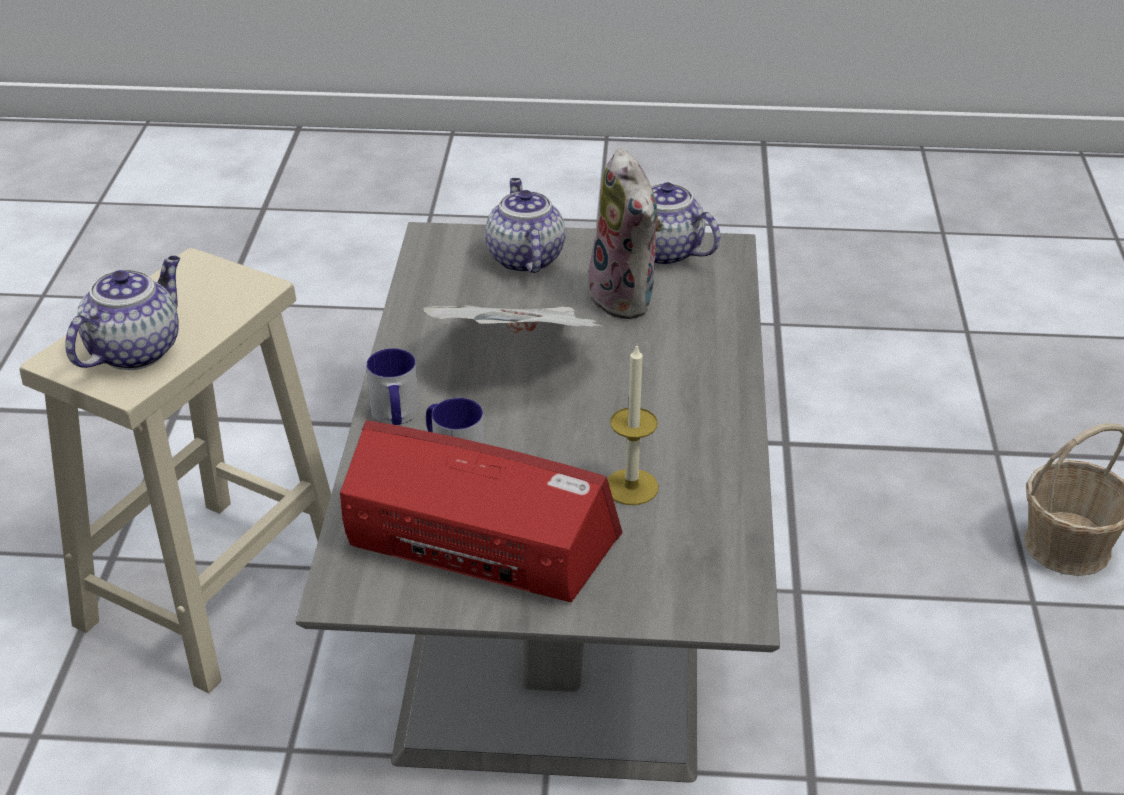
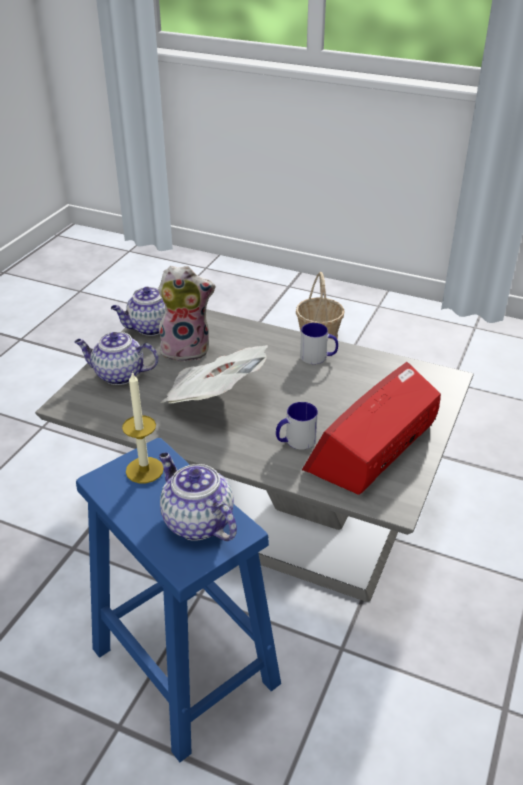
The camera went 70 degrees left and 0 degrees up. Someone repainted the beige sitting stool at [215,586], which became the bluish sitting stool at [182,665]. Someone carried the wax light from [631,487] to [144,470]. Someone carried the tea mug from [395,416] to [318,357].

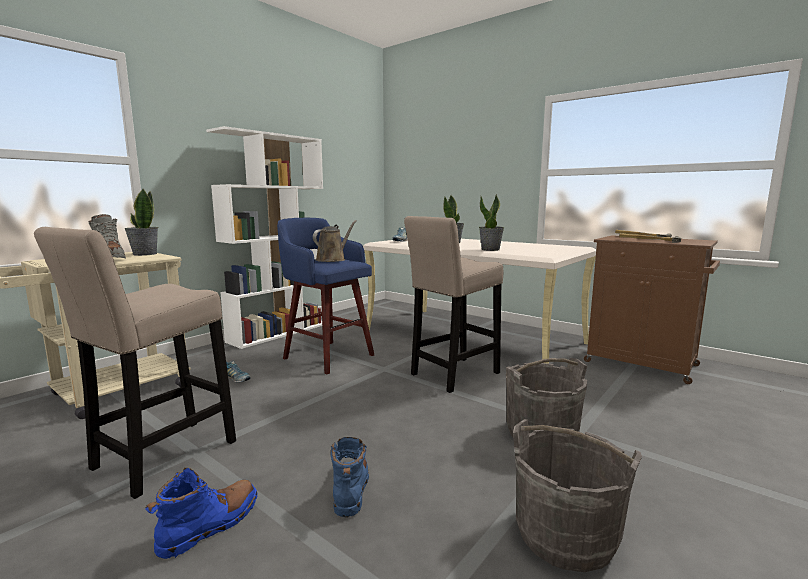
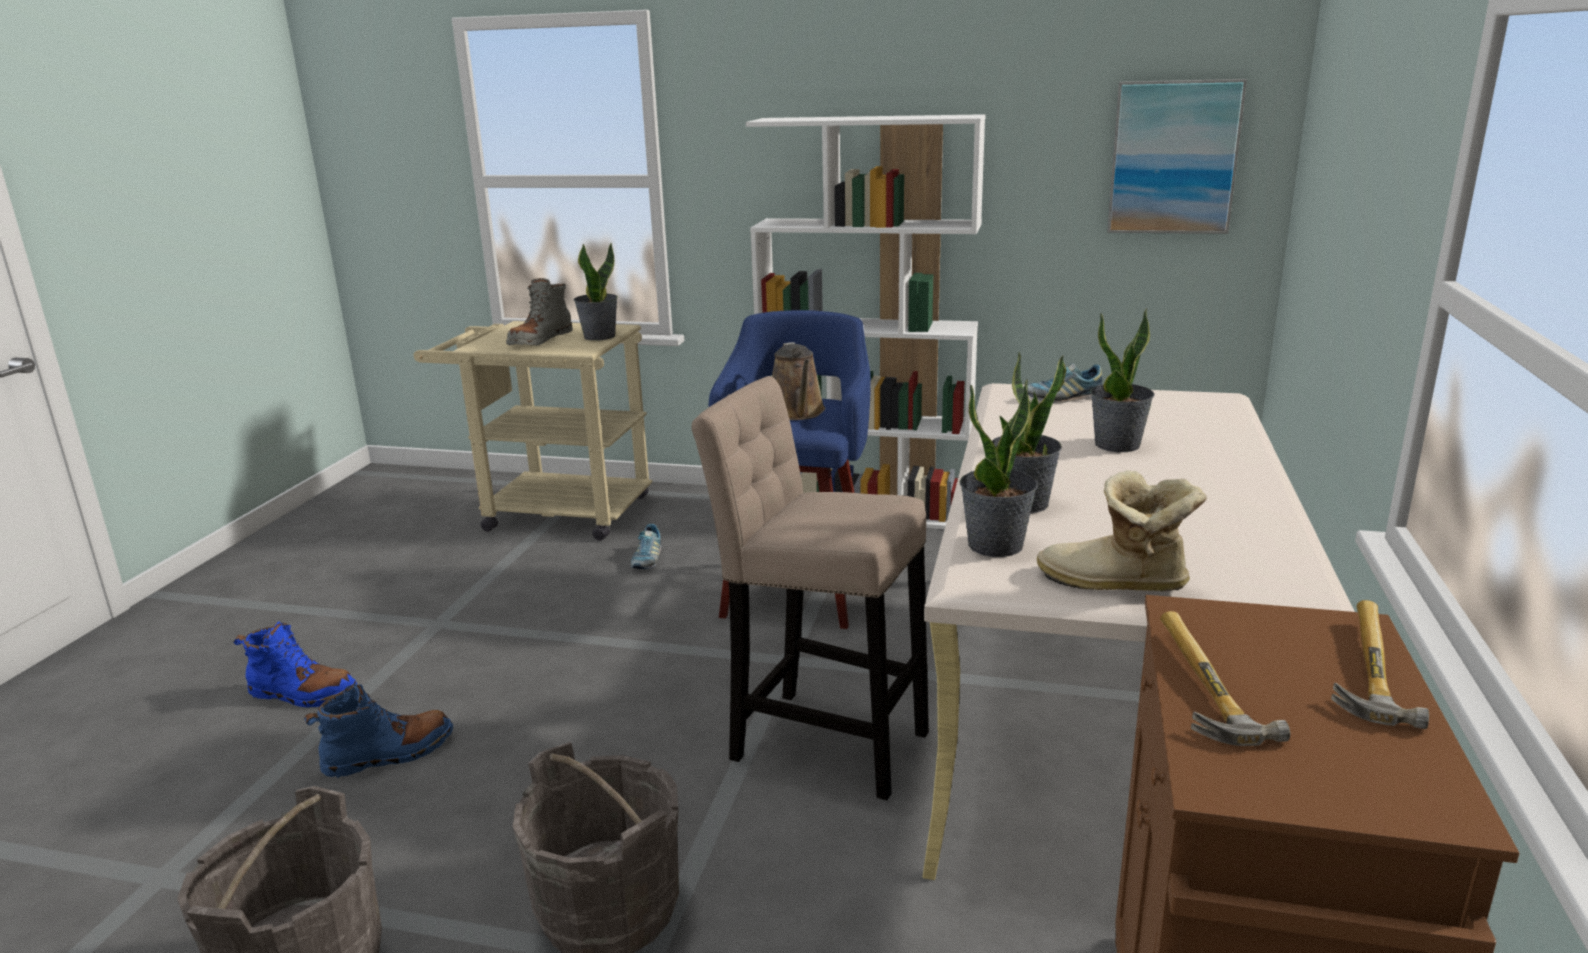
The camera went 65 degrees right and 10 degrees up. Someone rotated the brown watering can at [332,259] by 75 degrees clockwise. Someone took away the beige sitting stool at [159,458]. Someone put up the picture at [1173,157]. Someone put down the houseplant at [996,545]. Someone put down the boot at [1115,585].

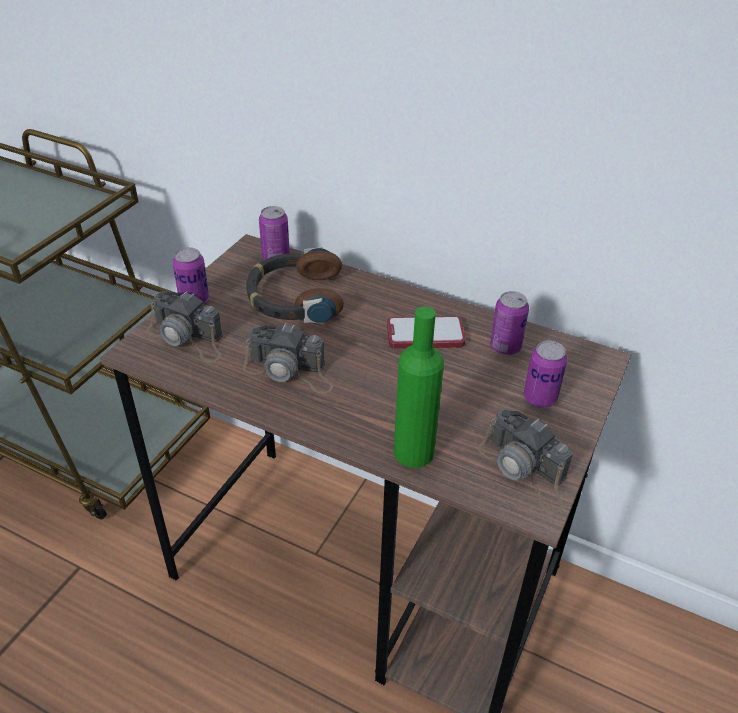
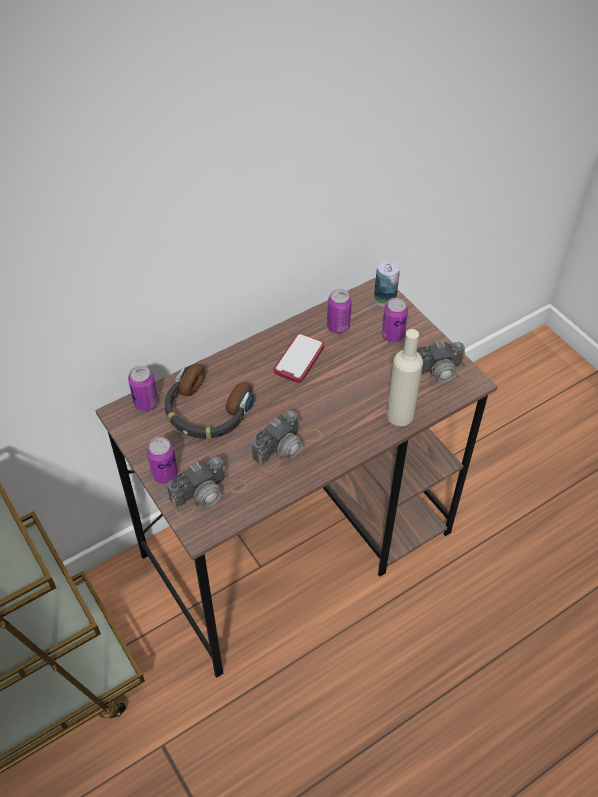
The camera went 60 degrees left and 10 degrees up. Someone repainted the green drink bottle at [413,452], which became the beige drink bottle at [400,415]. Someone put down the metal can at [385,299].

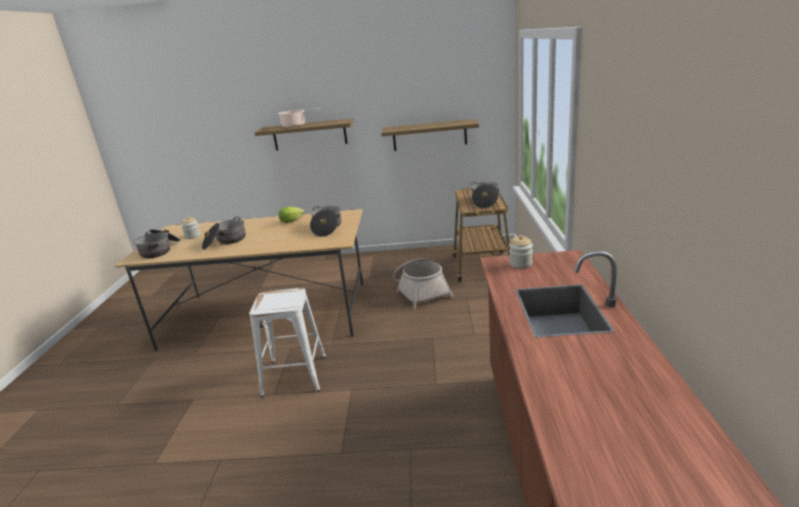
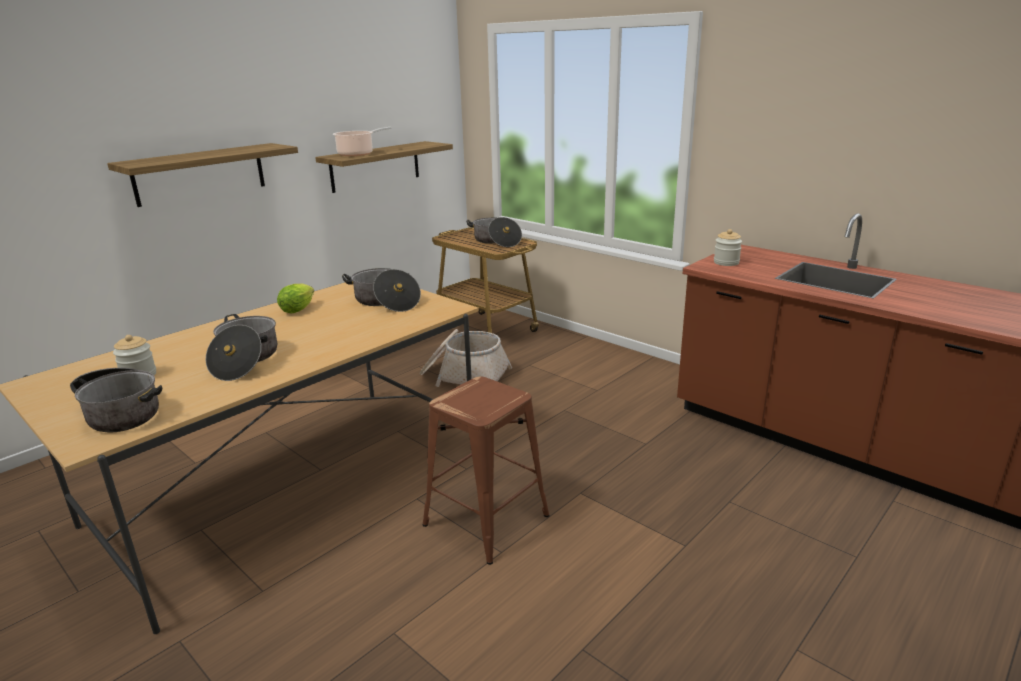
The camera went 50 degrees left and 0 degrees up. Someone carried the saucepot from [295,125] to [358,154]. Someone repainted the white sitting stool at [294,376], which became the brown sitting stool at [487,520].

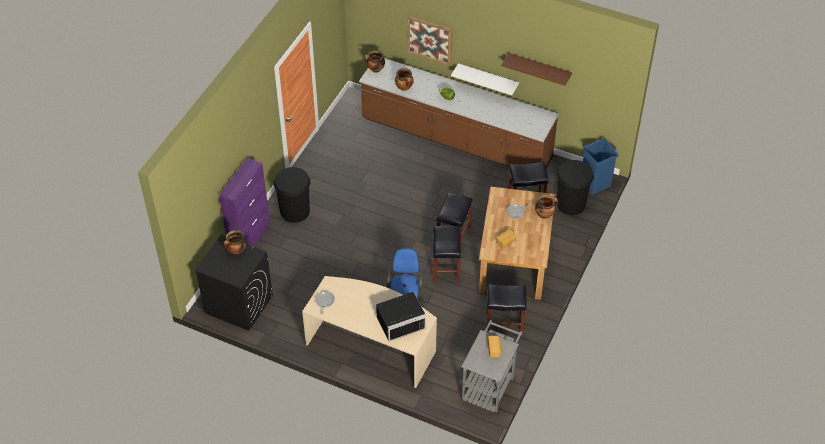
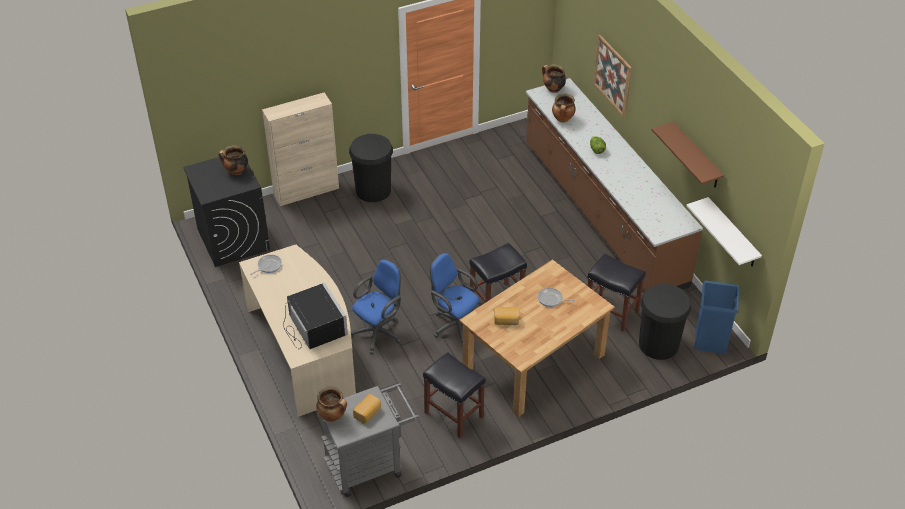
The camera went 40 degrees right and 5 degrees down. Someone carried the white shelf from [488,78] to [732,233]. Someone repainted the purplish cupboard at [250,239], which became the beige cupboard at [306,191]. Someone carried the saucepot from [545,214] to [333,416]. Someone swapped the black-coloured sitting stool at [445,268] for the bluish office chair at [455,325]. Someone rotated the black-coloured microwave at [400,321] by 135 degrees counterclockwise.

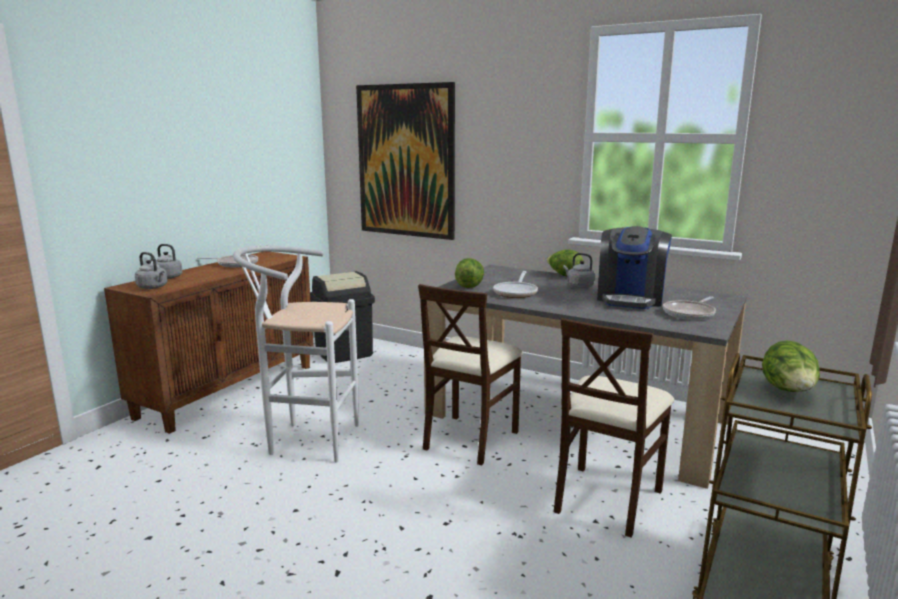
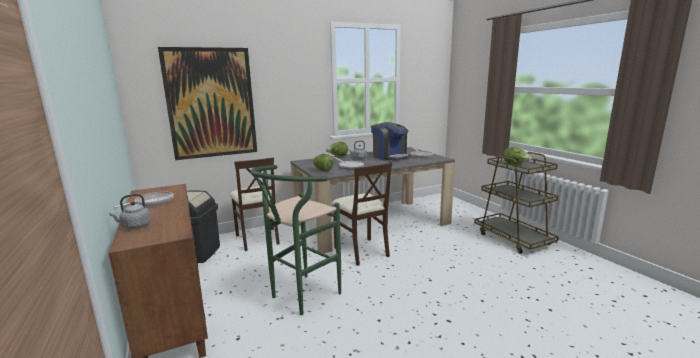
The camera went 55 degrees left and 0 degrees up. Someone repainted the white sitting stool at [305,440], which became the green sitting stool at [300,297]. Someone took away the greyish kettle at [153,287]. Someone carried the beige plain chair from [606,499] to [258,239].

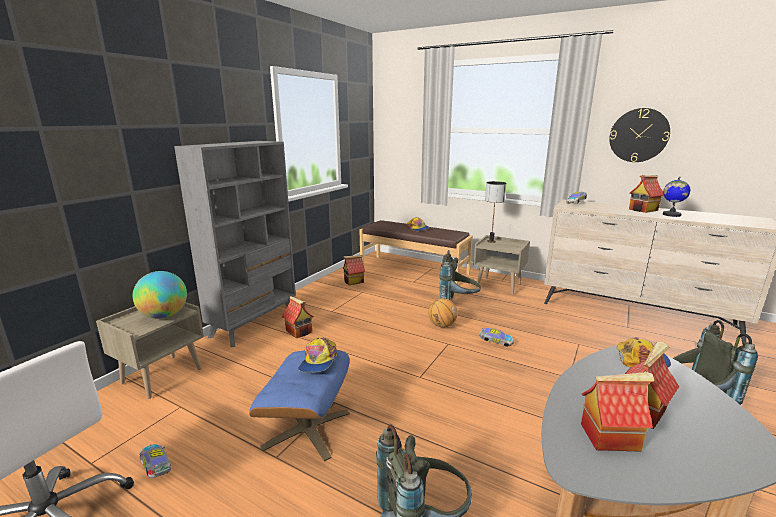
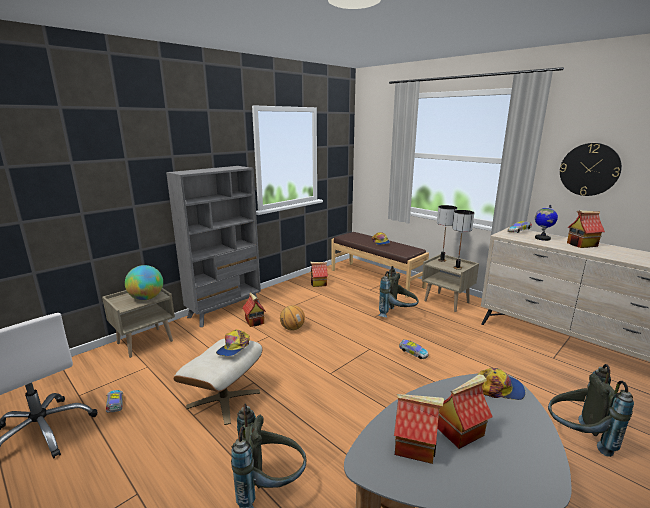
The camera went 15 degrees right and 0 degrees up. Someone carried the world globe from [671,215] to [542,238]. Someone carried the basketball ball from [442,325] to [292,328]. Someone repainted the bluish ottoman at [307,430], which became the beige ottoman at [224,399]. Someone put down the tabletop lamp at [457,268].

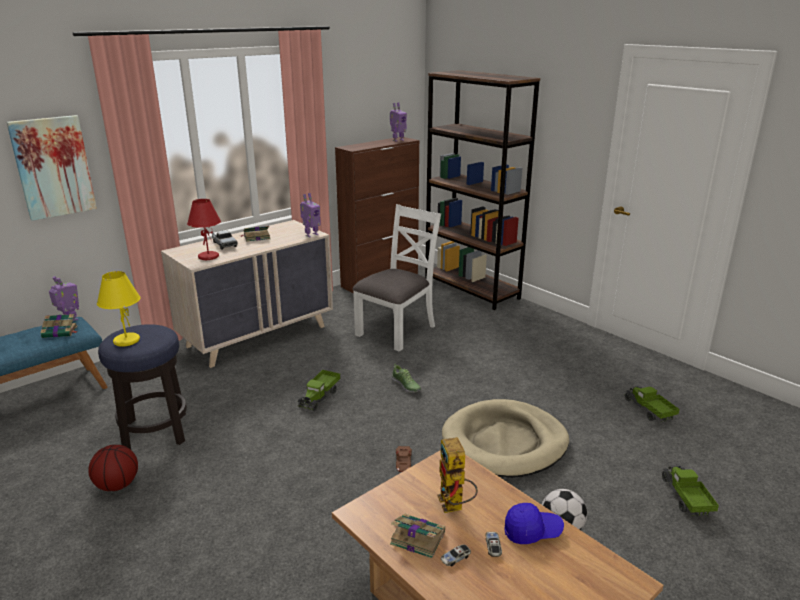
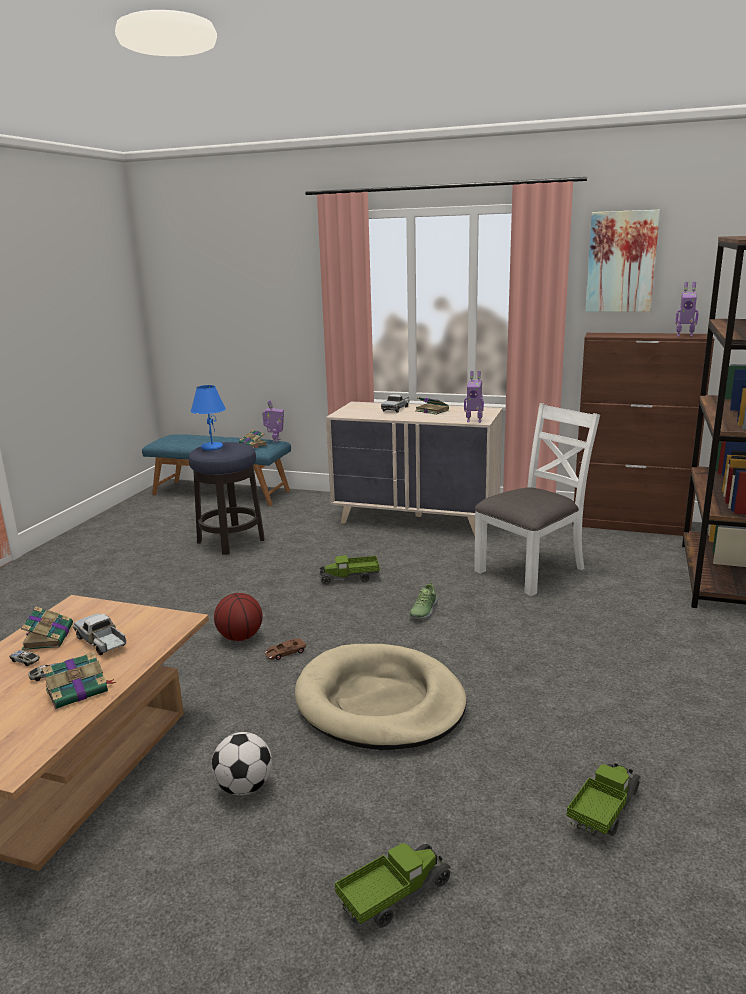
The camera went 60 degrees right and 5 degrees down. Someone carried the picture from [53,167] to [621,262]. Someone took away the red tabletop lamp at [208,257]. Someone rotated the white plain chair at [397,330] by 45 degrees counterclockwise. Someone repainted the yellow-coloured tabletop lamp at [126,341], which became the bluish tabletop lamp at [212,447]. Someone swapped the robot figure at [454,506] for the toy lorry at [102,642]. Someone carried the basketball ball from [117,485] to [240,637]. Someone swapped the bluish peaked cap at [532,531] for the book at [79,690].

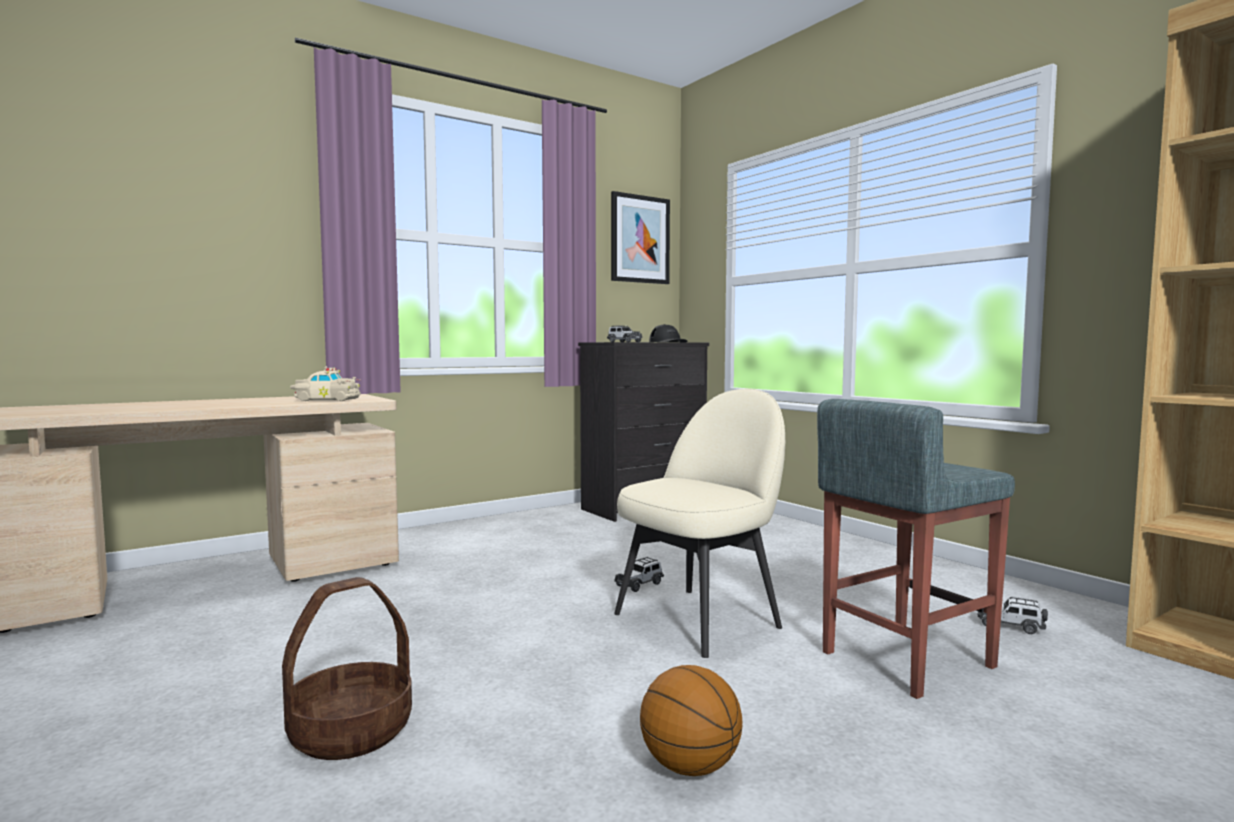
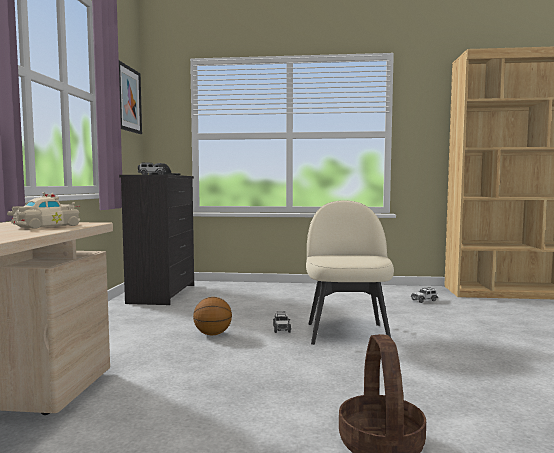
The camera went 50 degrees left and 0 degrees up. Someone took away the greyish sitting stool at [905,660]. Someone carried the basketball ball from [690,767] to [213,334].

